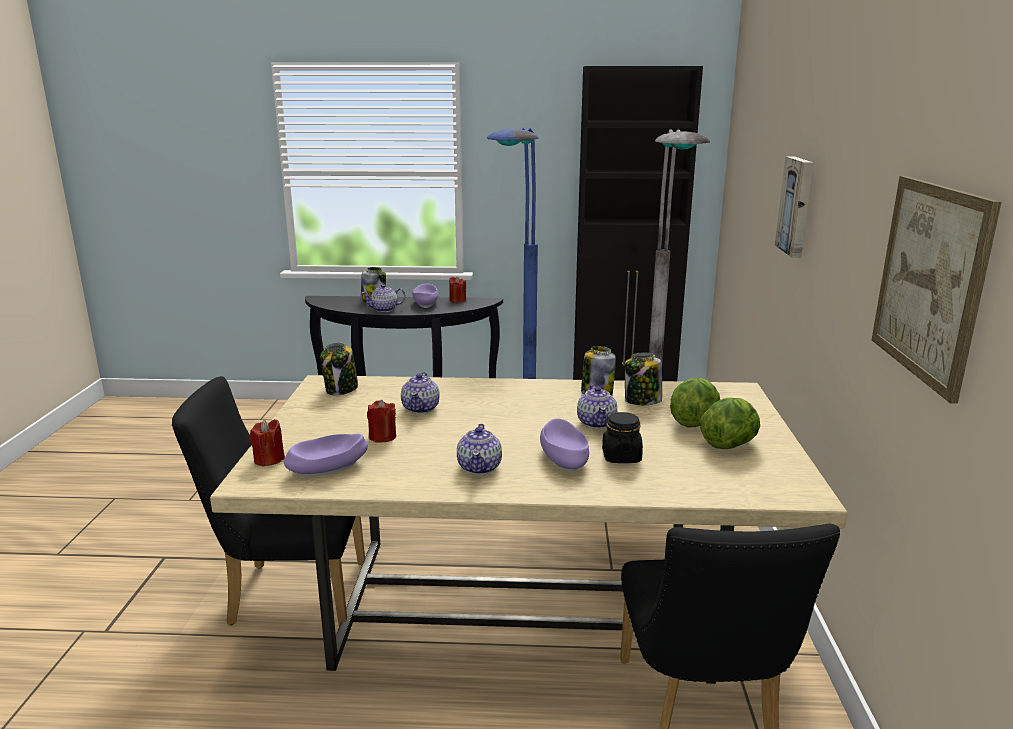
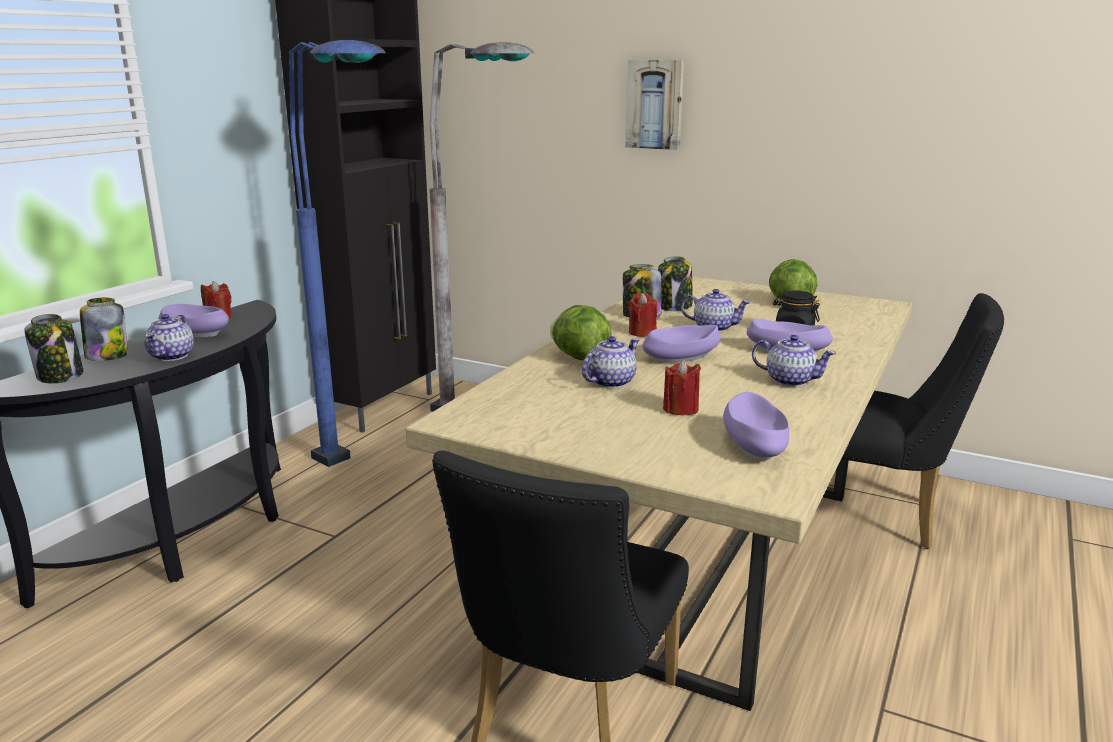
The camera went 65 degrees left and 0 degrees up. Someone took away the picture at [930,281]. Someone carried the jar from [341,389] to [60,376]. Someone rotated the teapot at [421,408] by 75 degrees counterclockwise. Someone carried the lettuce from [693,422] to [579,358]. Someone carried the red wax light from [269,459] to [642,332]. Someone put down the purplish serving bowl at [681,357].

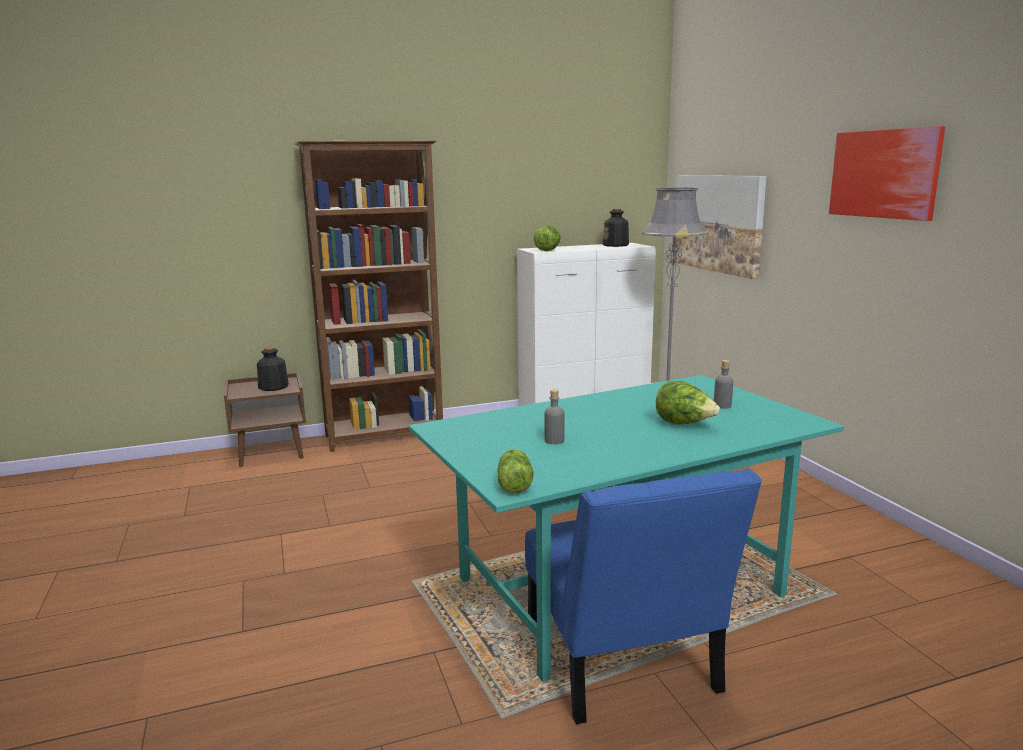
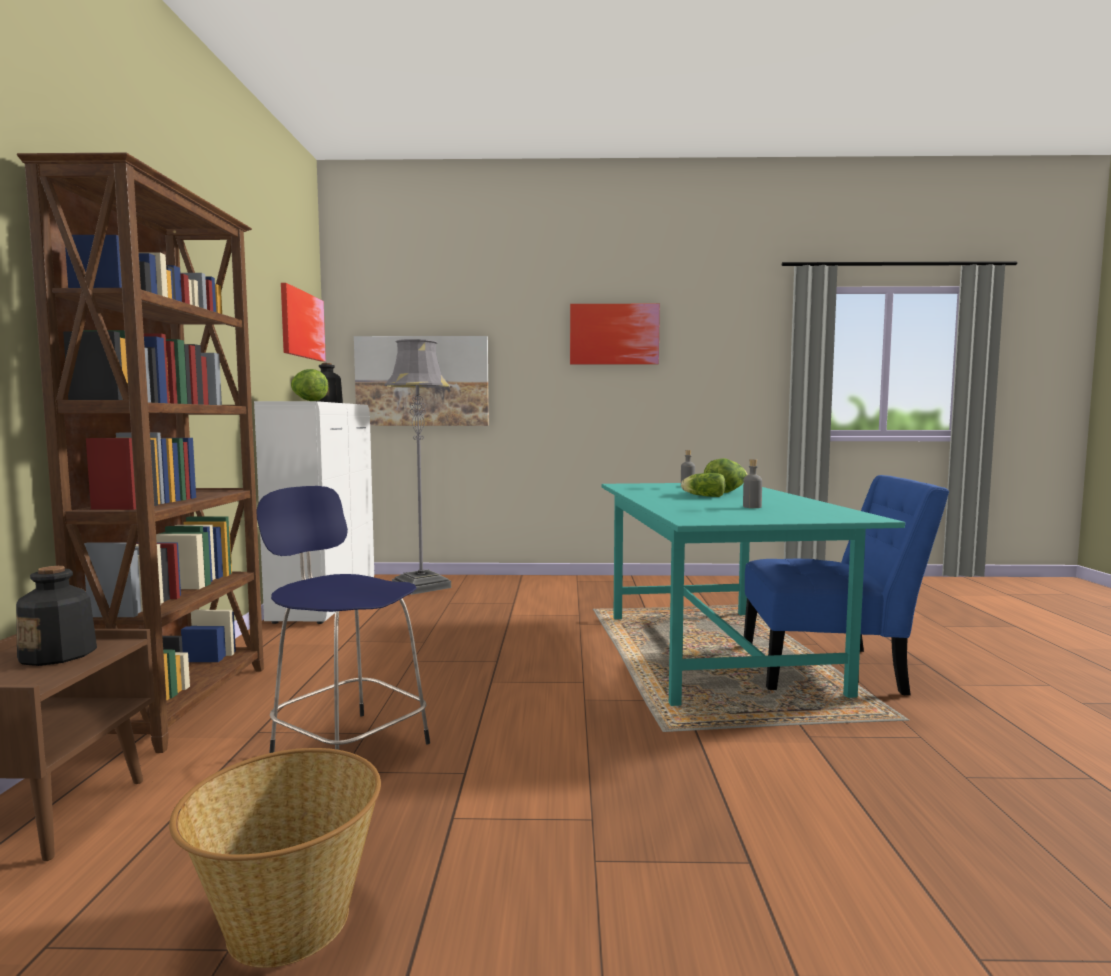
The camera went 70 degrees left and 10 degrees down. Someone carried the lettuce from [514,483] to [702,496]. Someone put up the picture at [302,325]. Someone put down the bluish sitting stool at [347,746]. Someone put down the basket at [286,922].

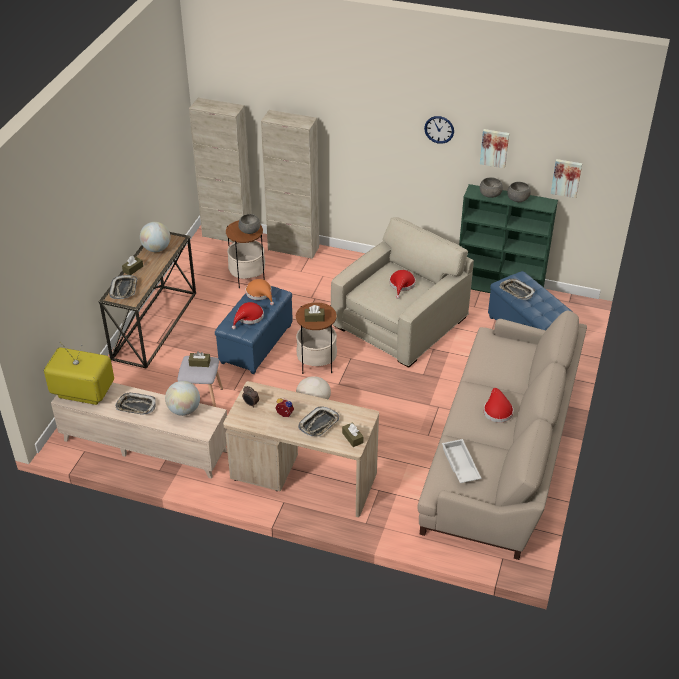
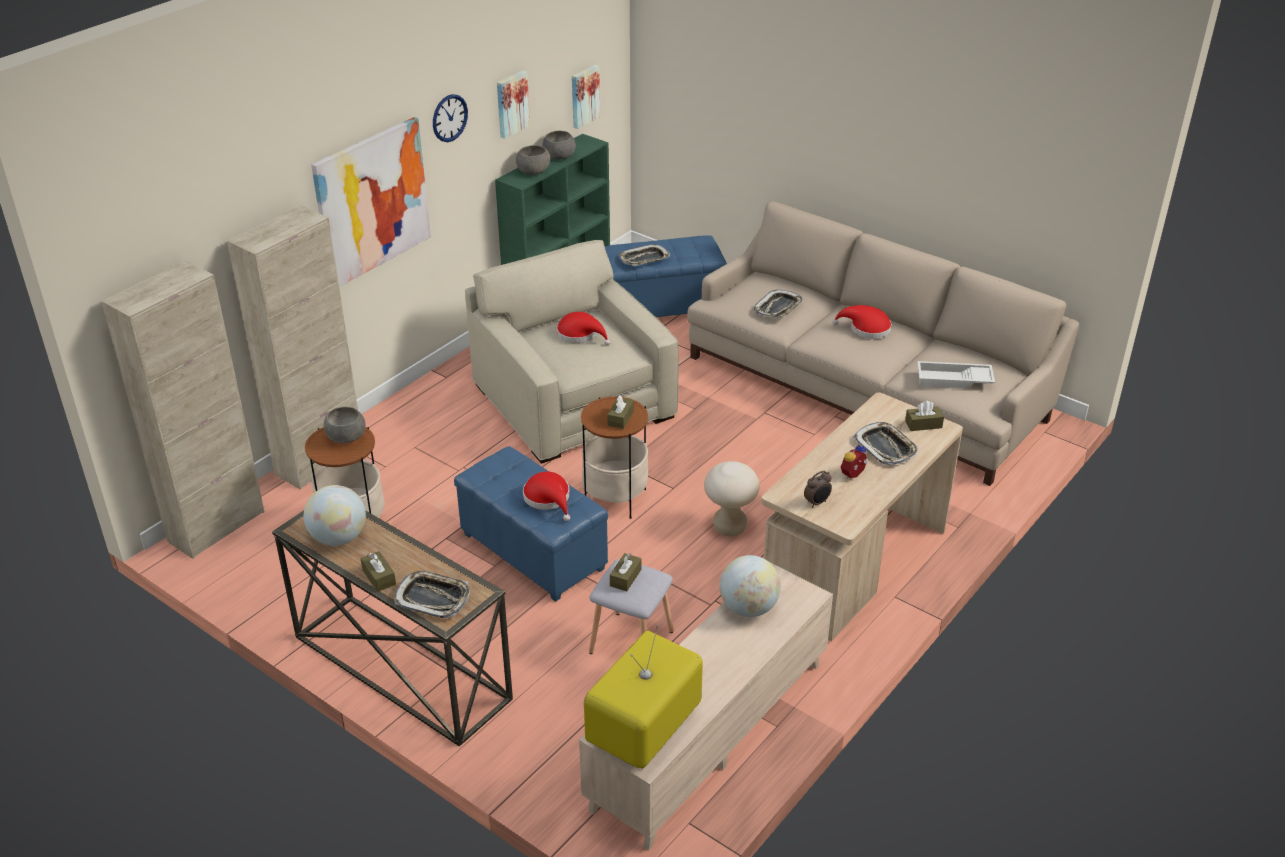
The camera went 70 degrees left and 5 degrees down. Someone took away the orange-coloured hat at [260,294]. Someone carried the serving tray from [136,406] to [778,308]. Someone put up the picture at [372,202].

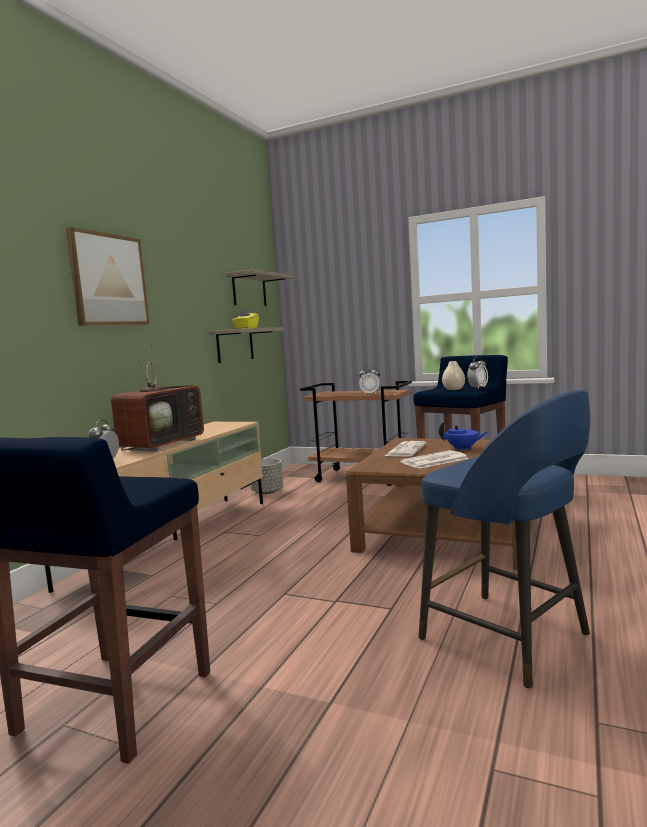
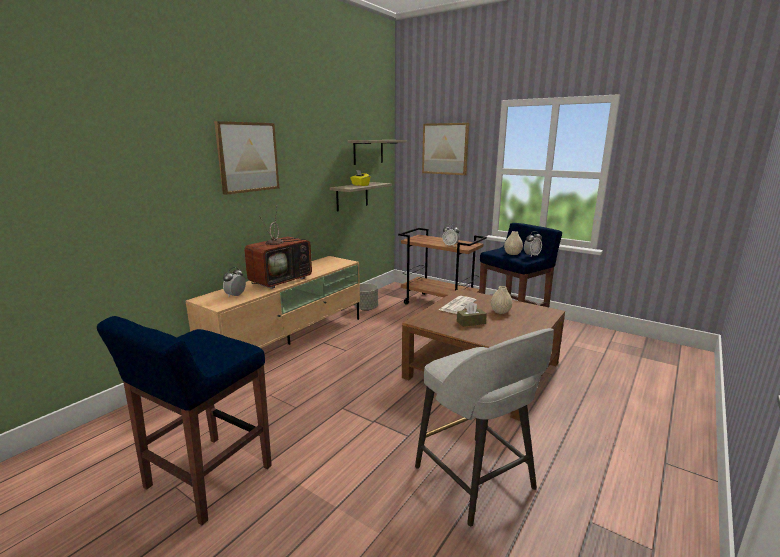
The camera went 10 degrees right and 10 degrees up. Someone repainted the bluish sitting stool at [508,638], which became the greyish sitting stool at [476,480]. Someone swapped the bluish teapot at [463,449] for the beige flower vase at [500,311]. Someone swapped the newspaper at [434,461] for the brown tissue holder at [471,322]. Someone put up the picture at [445,149].

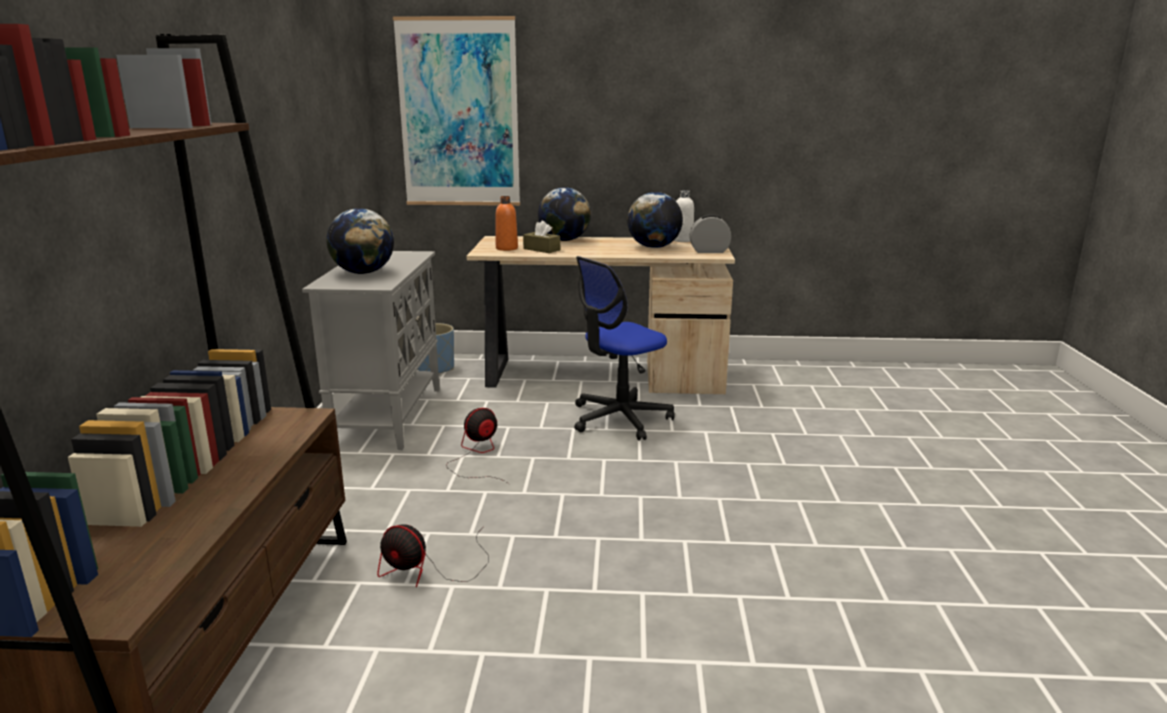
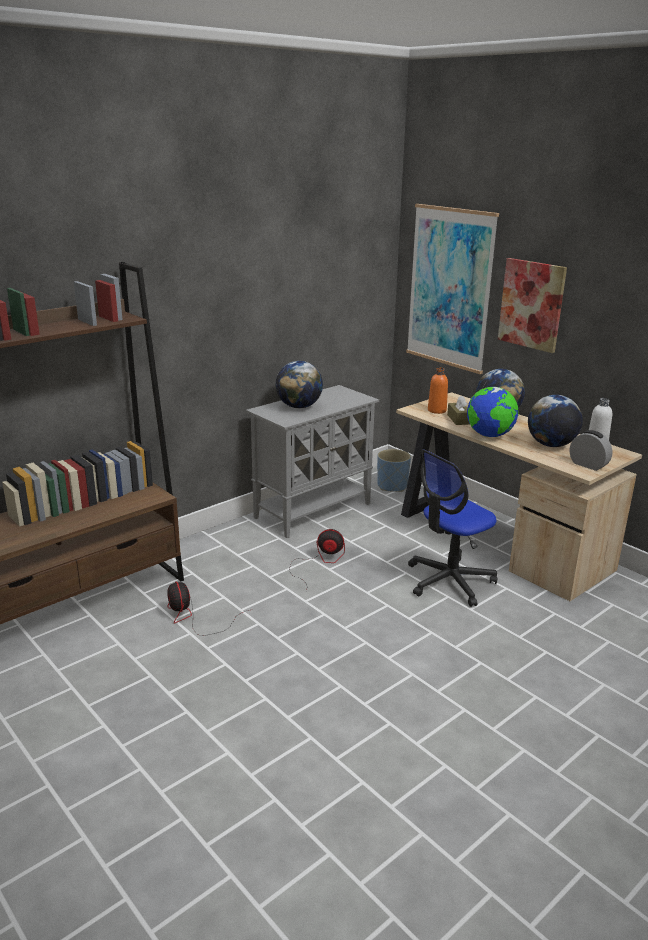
The camera went 45 degrees right and 5 degrees up. Someone rotated the office chair at [620,419] by 45 degrees counterclockwise. Someone put up the picture at [531,304]. Someone put down the world globe at [489,435].

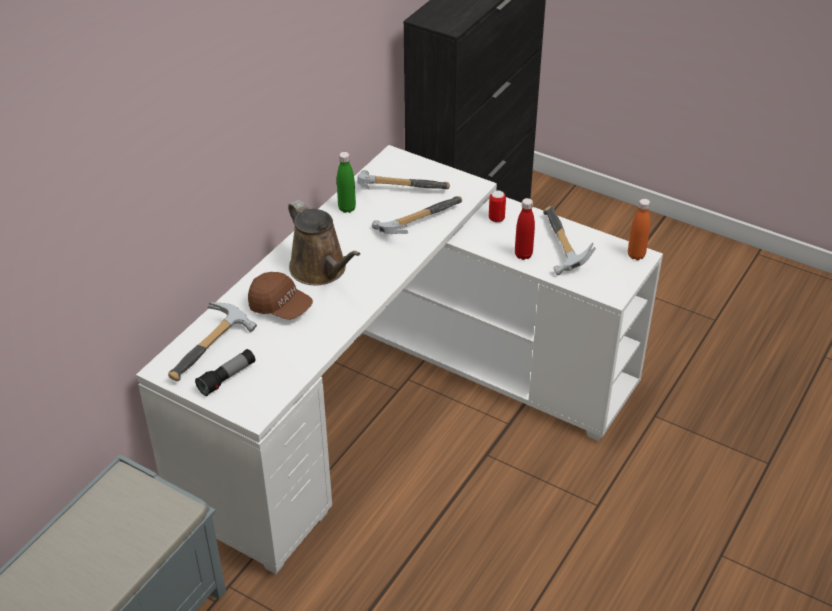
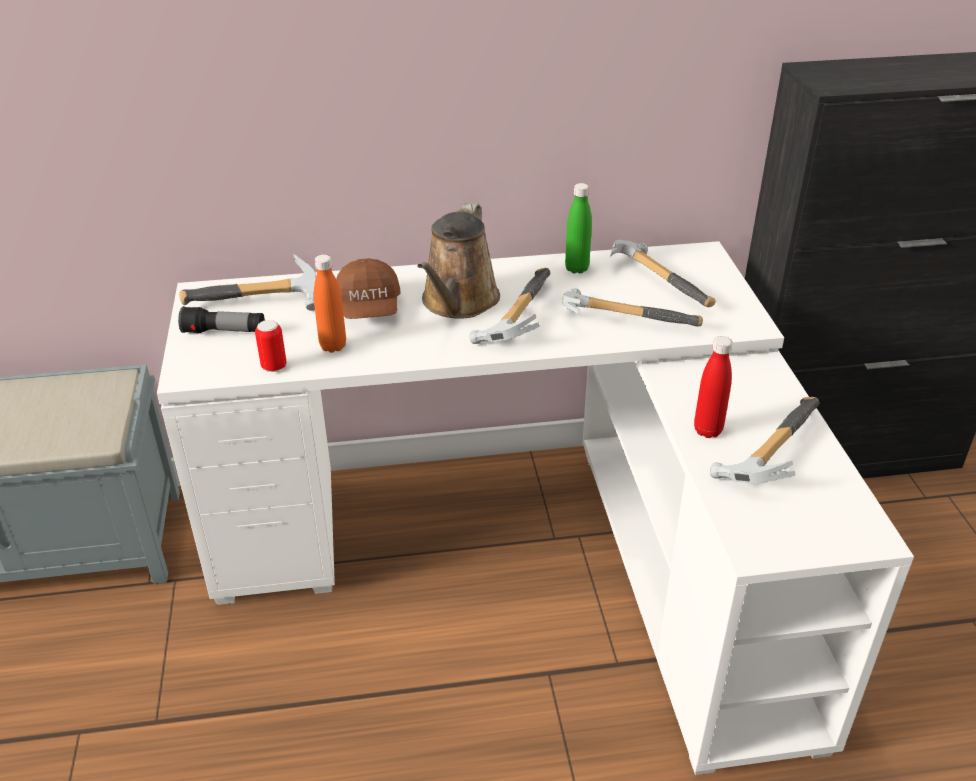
The camera went 50 degrees right and 5 degrees down. Someone carried the metal can from [496,219] to [274,366]. Someone carried the orange-coloured drink bottle from [636,255] to [333,346]. Someone put down the tool hammer at [514,317].

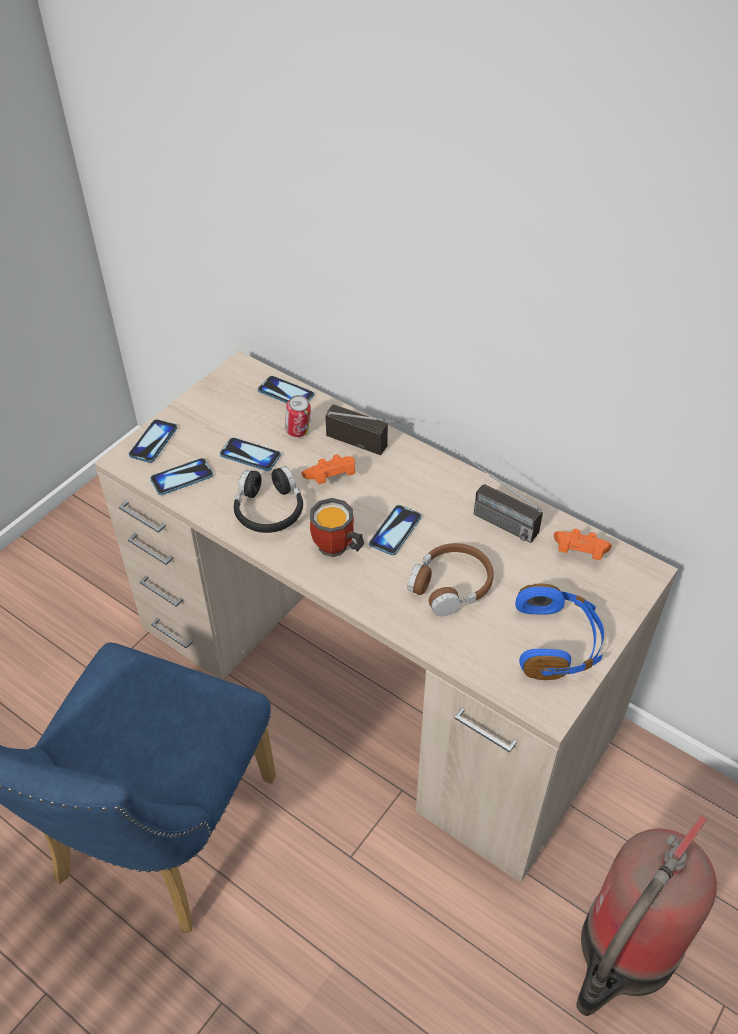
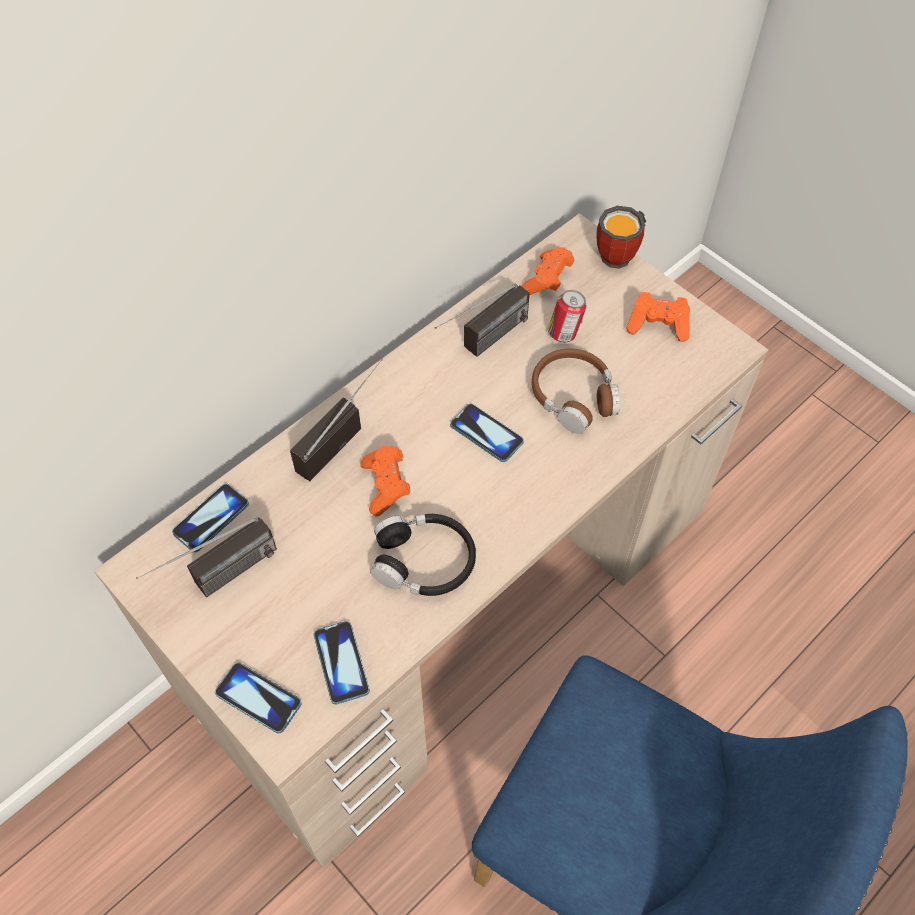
The camera went 80 degrees left and 10 degrees up. Someone carried the metal can from [298,432] to [564,333]. Someone took away the handset at [250,455]. Someone carried the tea mug from [336,550] to [621,255]. Someone swapped the bluish headset at [557,643] for the orange-coloured game controller at [658,325]. Someone took away the fire extinguisher at [623,953]. Someone put down the radio receiver at [218,581].

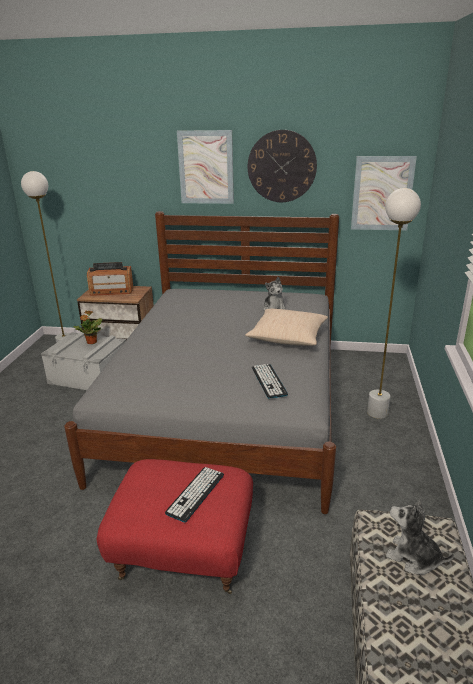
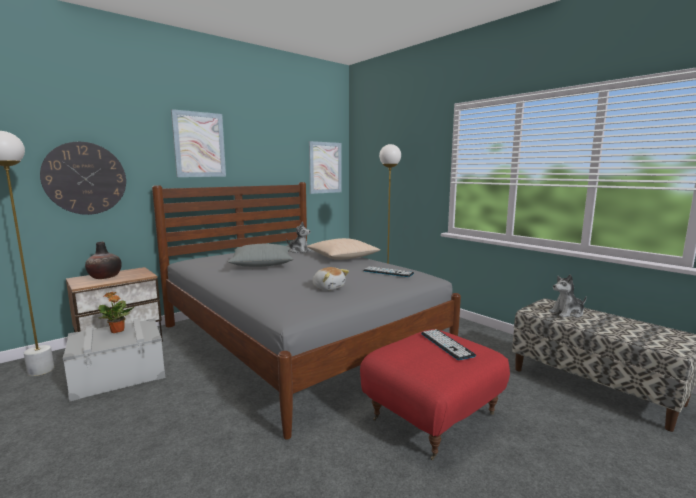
The camera went 50 degrees left and 15 degrees down. Someone carried the hanging clock from [281,166] to [85,178]. Someone swapped the radio receiver at [111,291] for the flower vase at [105,277]. Someone put down the greyish throw pillow at [262,264]. Someone put down the plush toy at [328,288].

